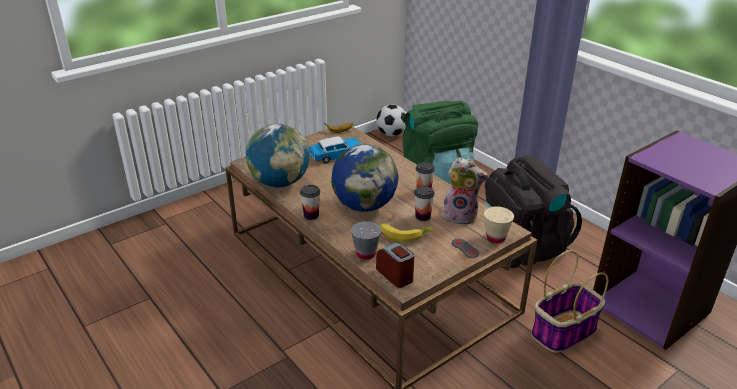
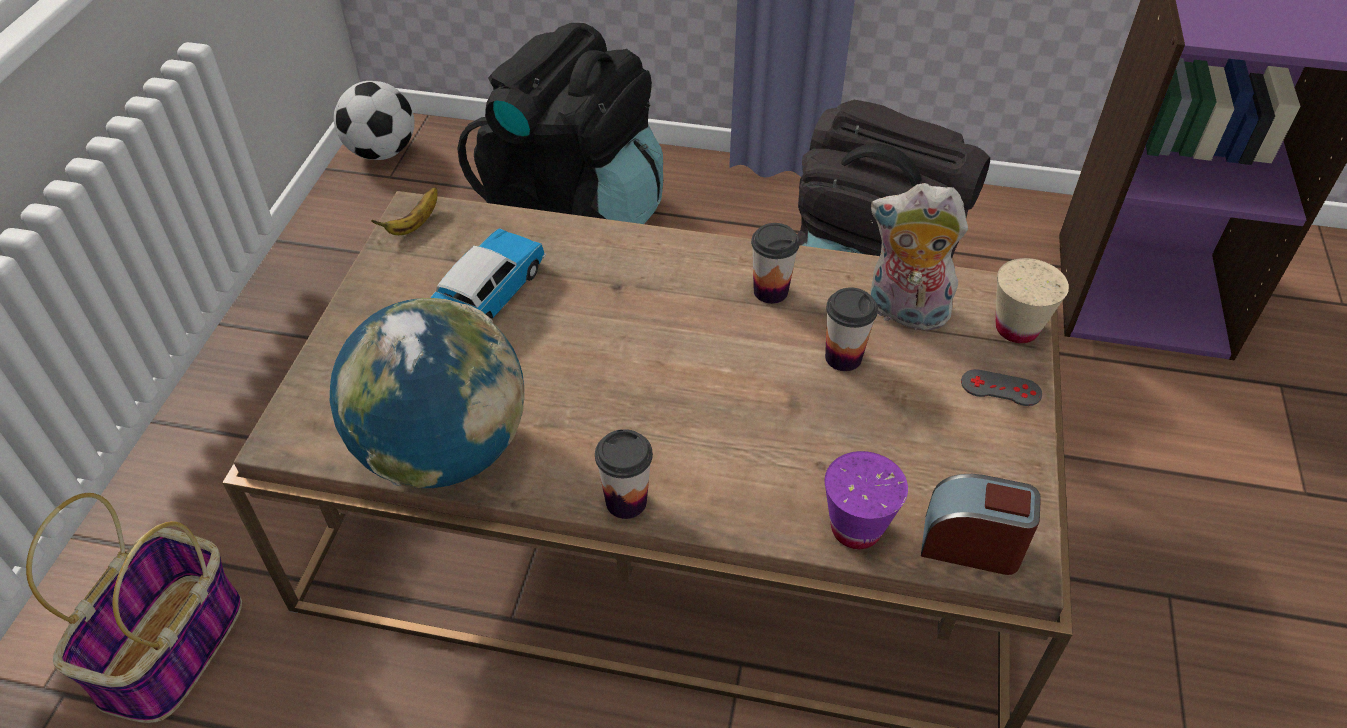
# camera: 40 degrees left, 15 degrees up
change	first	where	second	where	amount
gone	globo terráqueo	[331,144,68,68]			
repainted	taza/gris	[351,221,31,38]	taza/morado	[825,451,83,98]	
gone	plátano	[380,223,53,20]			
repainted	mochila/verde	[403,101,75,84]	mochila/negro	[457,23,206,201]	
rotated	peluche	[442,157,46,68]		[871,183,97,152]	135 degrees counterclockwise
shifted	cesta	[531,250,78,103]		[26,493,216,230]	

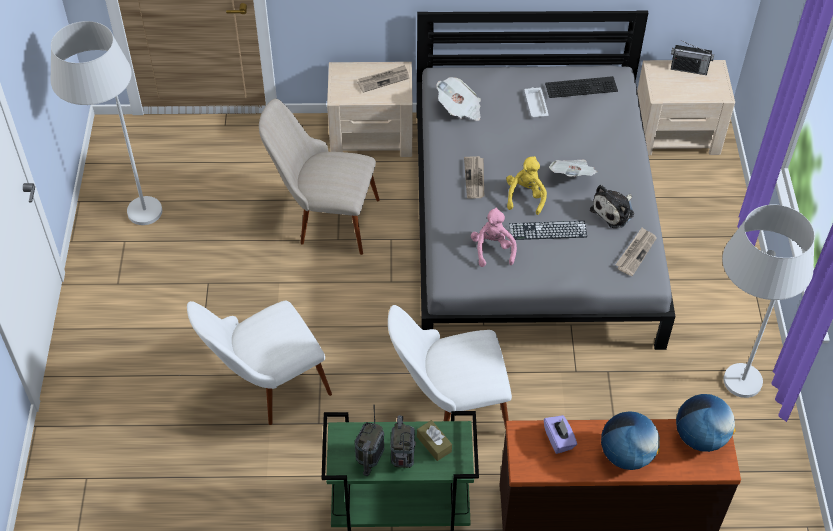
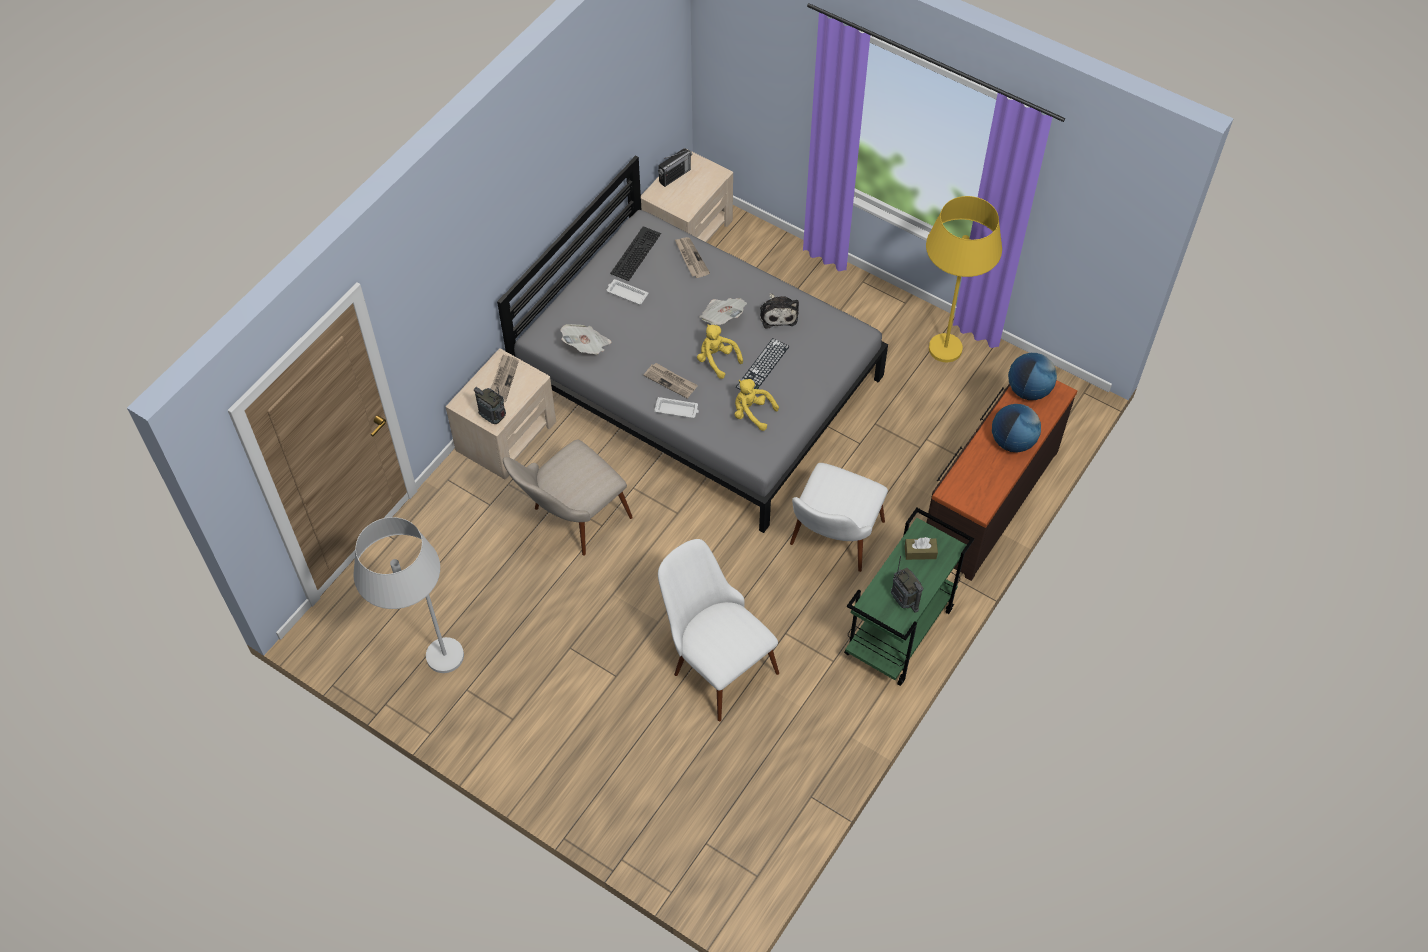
# camera: 55 degrees left, 5 degrees up
change	first	where	second	where	amount
rotated	silla/blanco	[187,301,145,124]		[658,539,121,182]	135 degrees clockwise
shifted	radio	[390,416,26,52]		[474,387,32,37]	
repainted	peluche/rosa	[471,208,46,59]	peluche/amarillo	[734,379,45,52]	
gone	caja de pañuelos/morado	[544,415,33,39]			
shifted	periódico	[615,227,42,49]		[675,237,35,41]	
repainted	lámpara de pie/blanco	[722,205,93,193]	lámpara de pie/amarillo	[926,196,76,166]	
new			bandeja/blanco	[654,397,45,21]	

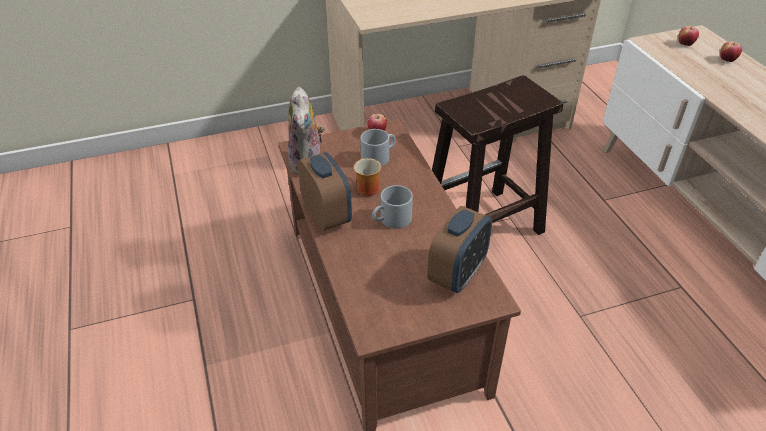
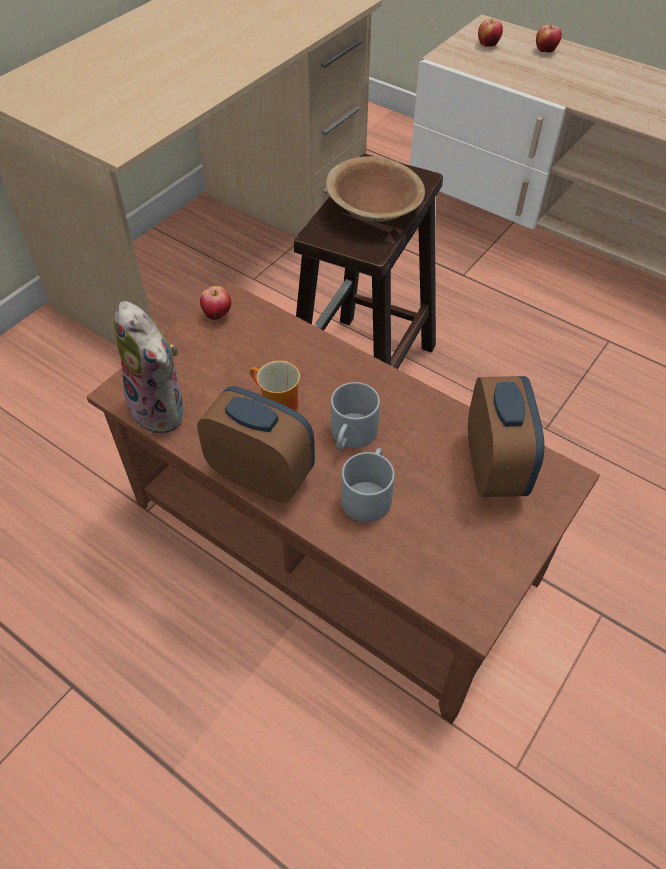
# camera: 35 degrees left, 10 degrees up
change	first	where	second	where	amount
shifted	taza grande/gris	[360,129,36,38]		[341,448,54,74]	
new			cuenco/marrón	[326,156,99,66]	

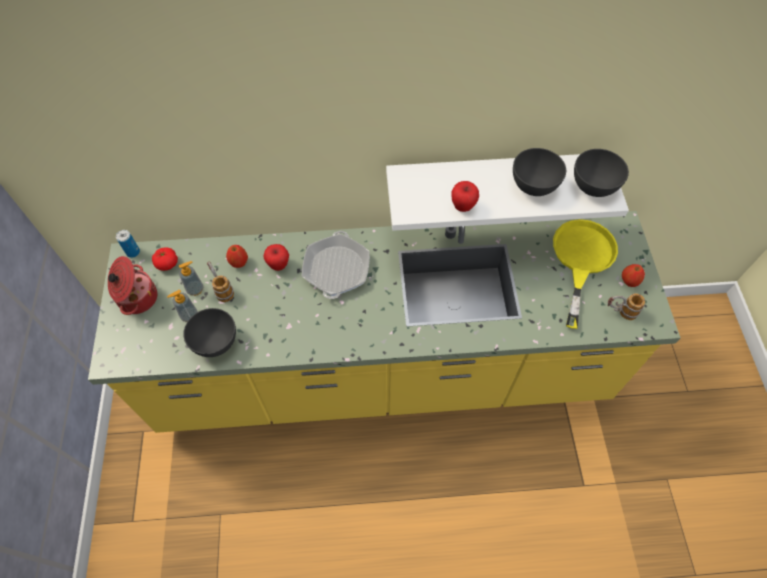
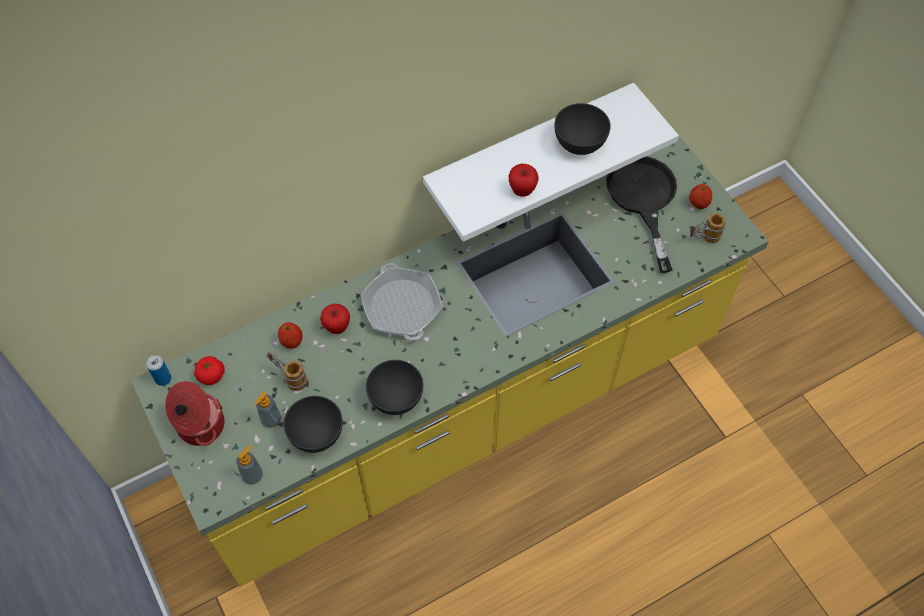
# camera: 25 degrees left, 0 degrees up
change	first	where	second	where	amount
shifted	dispensador de jabón	[179,261,24,35]		[236,445,27,40]	
repainted	sartén/amarillo	[553,219,65,110]	sartén/negro	[606,156,71,117]	
shifted	cuenco/gris	[574,149,55,48]		[366,360,57,55]	

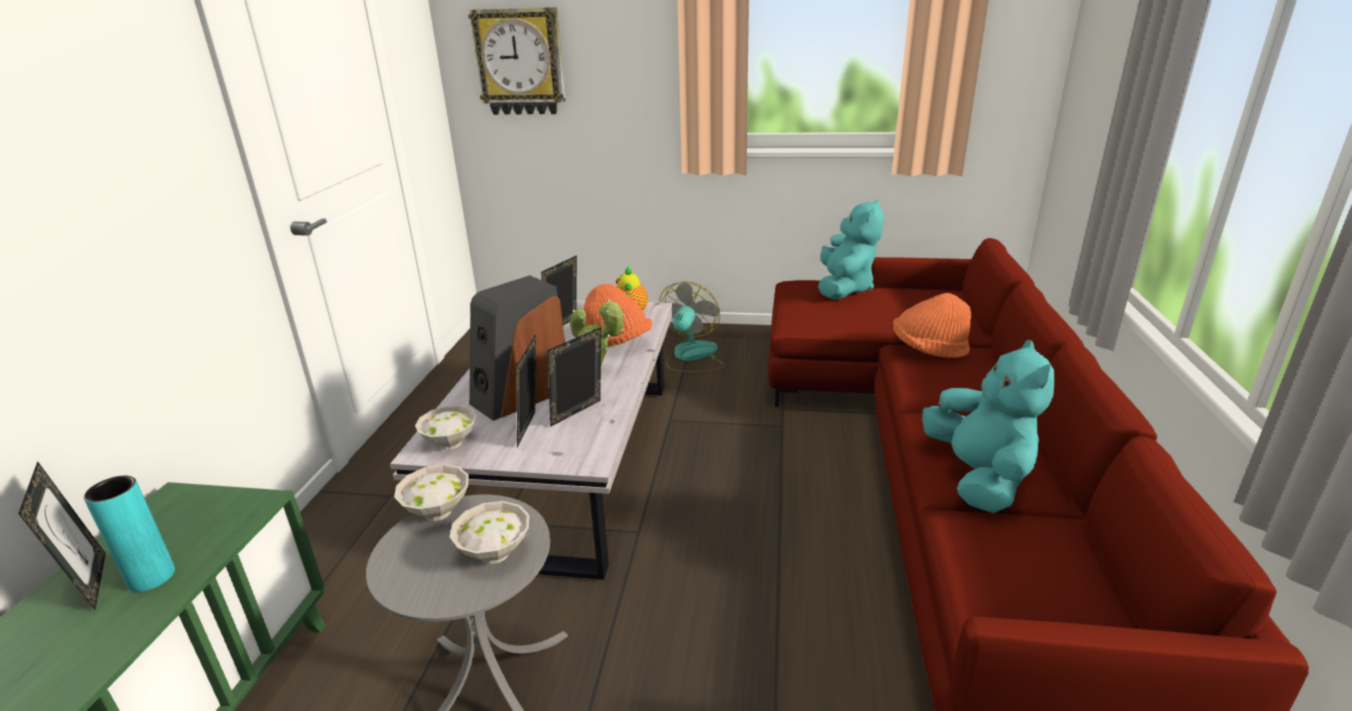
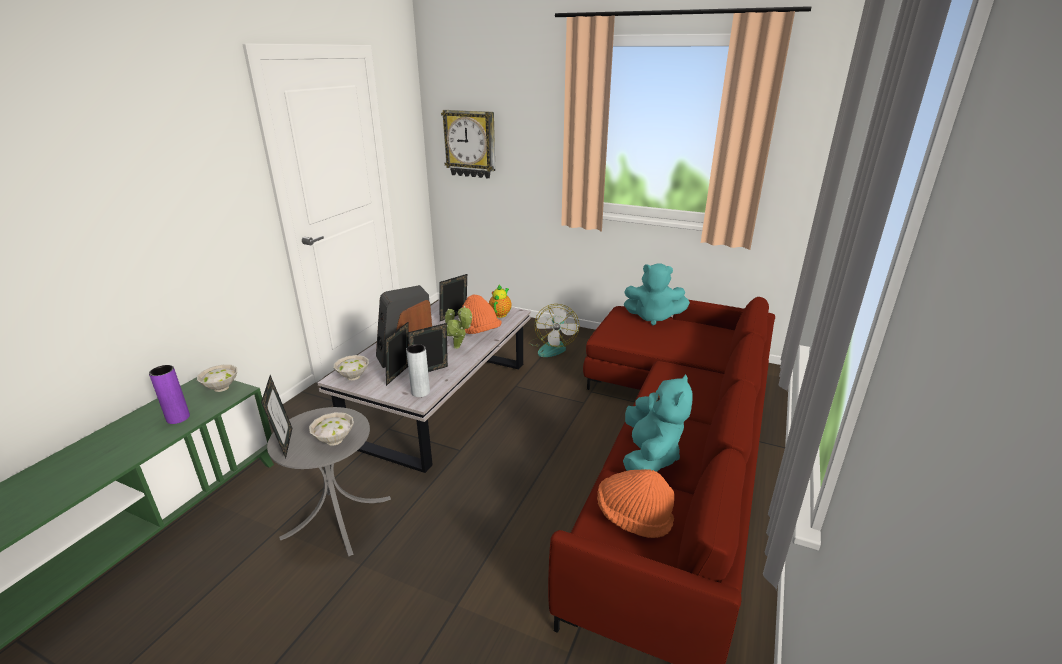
# camera: 15 degrees right, 0 degrees up
change	first	where	second	where	amount
shifted	portarretratos	[18,461,88,149]		[261,375,31,83]	
repainted	florero/turquesa	[84,476,91,116]	florero/morado	[149,365,41,59]	
shifted	cuenco/blanco	[394,464,75,57]		[197,365,40,27]	
rotated	ventilador	[659,282,65,91]		[528,304,51,53]	150 degrees clockwise
rotated	peluche/turquesa	[818,199,66,101]		[624,263,66,62]	75 degrees clockwise
shifted	sombrero/naranja	[893,293,78,65]		[597,469,77,69]	
new			florero/gris	[406,344,24,53]	

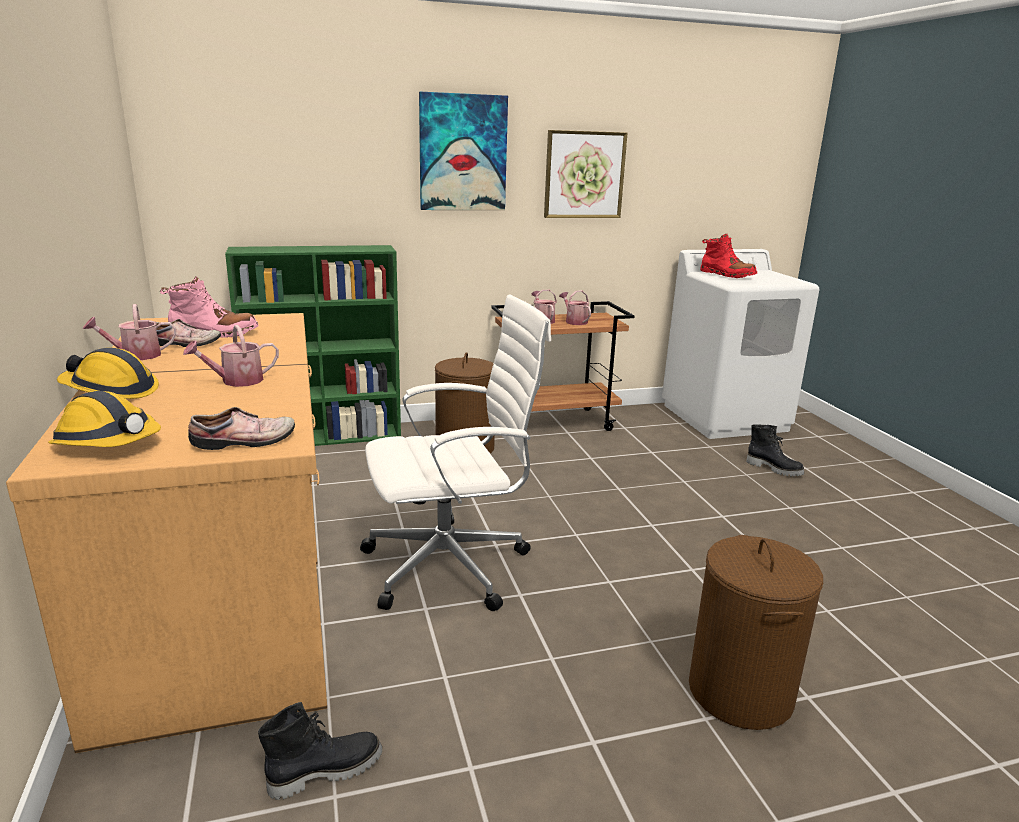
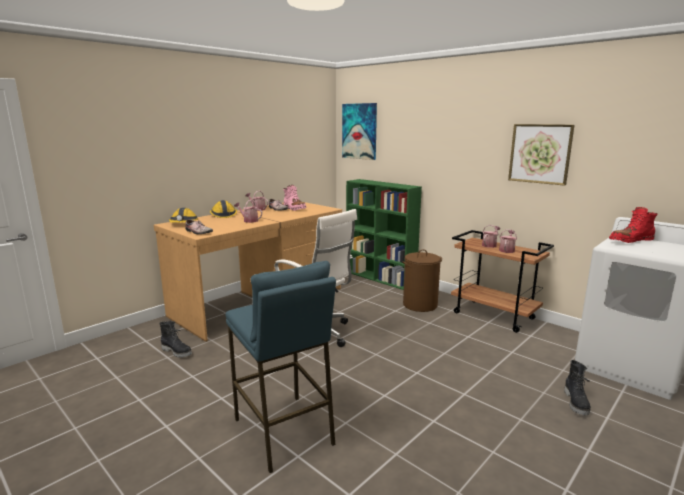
# camera: 60 degrees right, 5 degrees down
change	first	where	second	where	amount
shifted	cuadro	[419,92,89,118]		[342,103,35,57]	
swapped	cesto de la ropa/marrón	[689,535,134,195]	taburete/azul	[225,261,111,212]	
rotated	bota/rojo	[700,234,57,44]		[609,207,49,36]	60 degrees clockwise

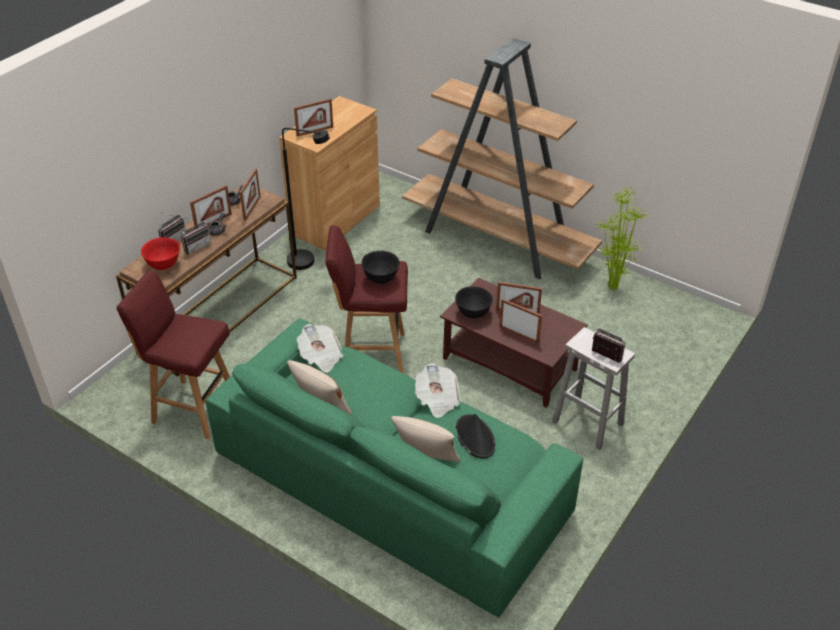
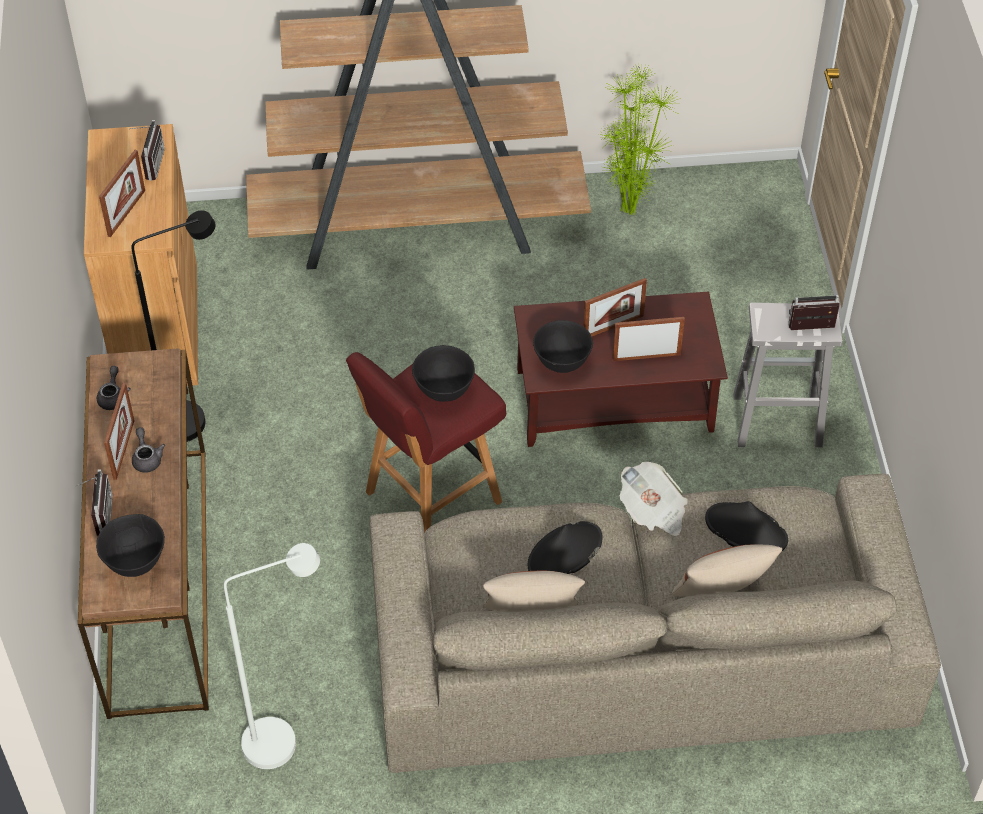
# camera: 40 degrees left, 10 degrees up
change	first	where	second	where	amount
swapped	taburete/rojo	[116,271,114,168]	lámpara de pie/blanco	[224,543,96,226]	
repainted	cuenco/rojo	[141,237,39,33]	cuenco/negro	[96,514,69,63]	
shifted	radio	[181,218,30,37]		[129,120,36,61]	
repainted	sofá/verde	[205,319,378,298]	sofá/beis	[369,474,572,299]	
gone	portarretratos	[240,169,21,52]			
gone	periódico	[297,324,47,48]			
new			sombrero/negro	[528,521,75,53]	

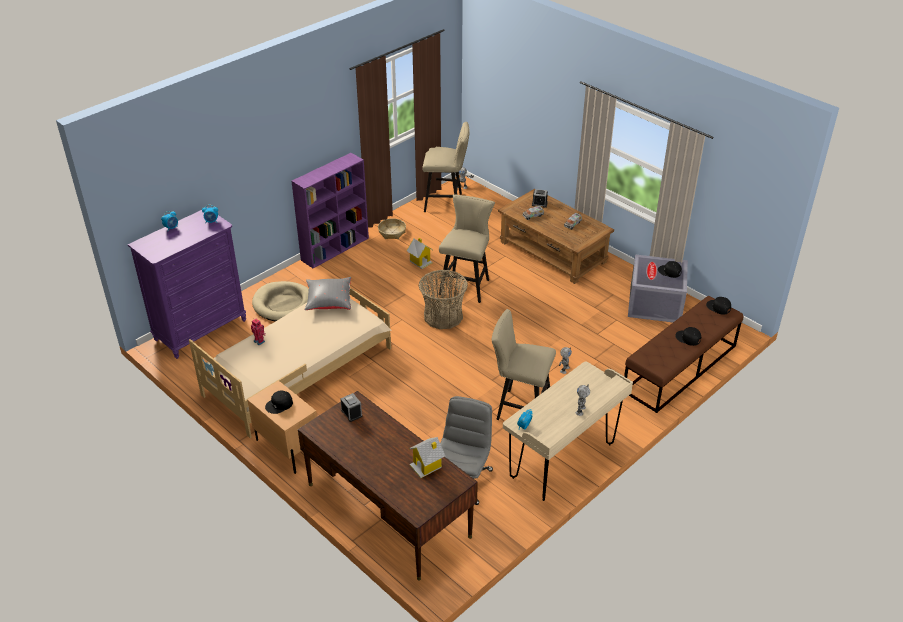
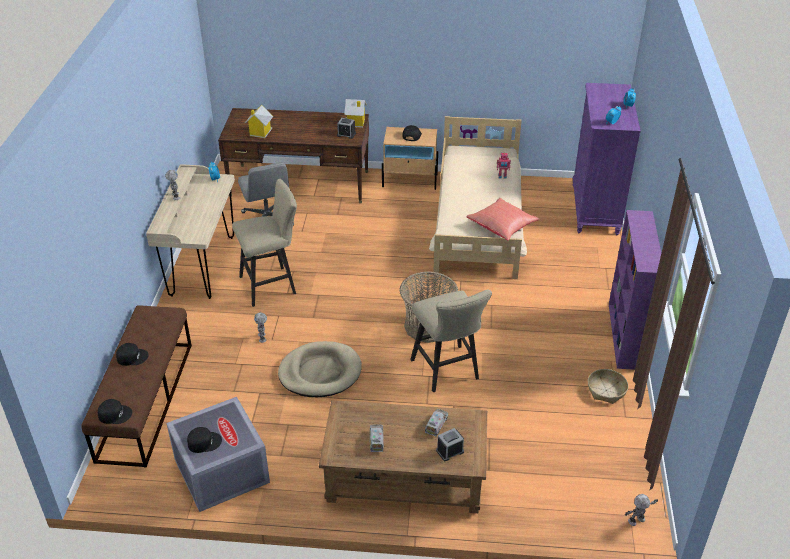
# camera: 140 degrees right, 0 degrees up
change	first	where	second	where	amount
shifted	cama para perro/beis	[252,281,57,41]		[278,341,84,56]	
repainted	cojín/gris	[304,277,47,33]	cojín/rojo	[466,198,74,42]	
shifted	casita	[406,238,27,31]		[344,99,23,29]	
gone	taburete/beis	[422,122,48,90]			

